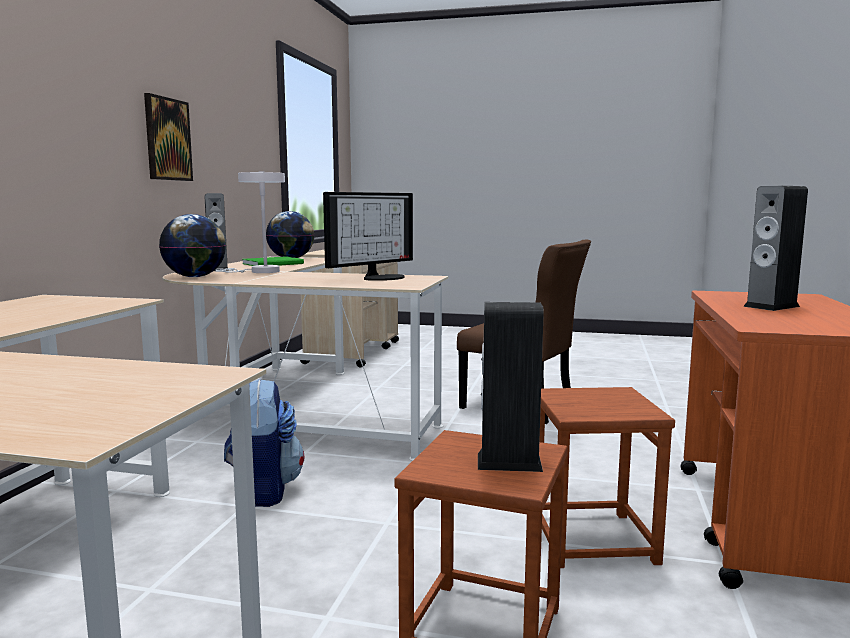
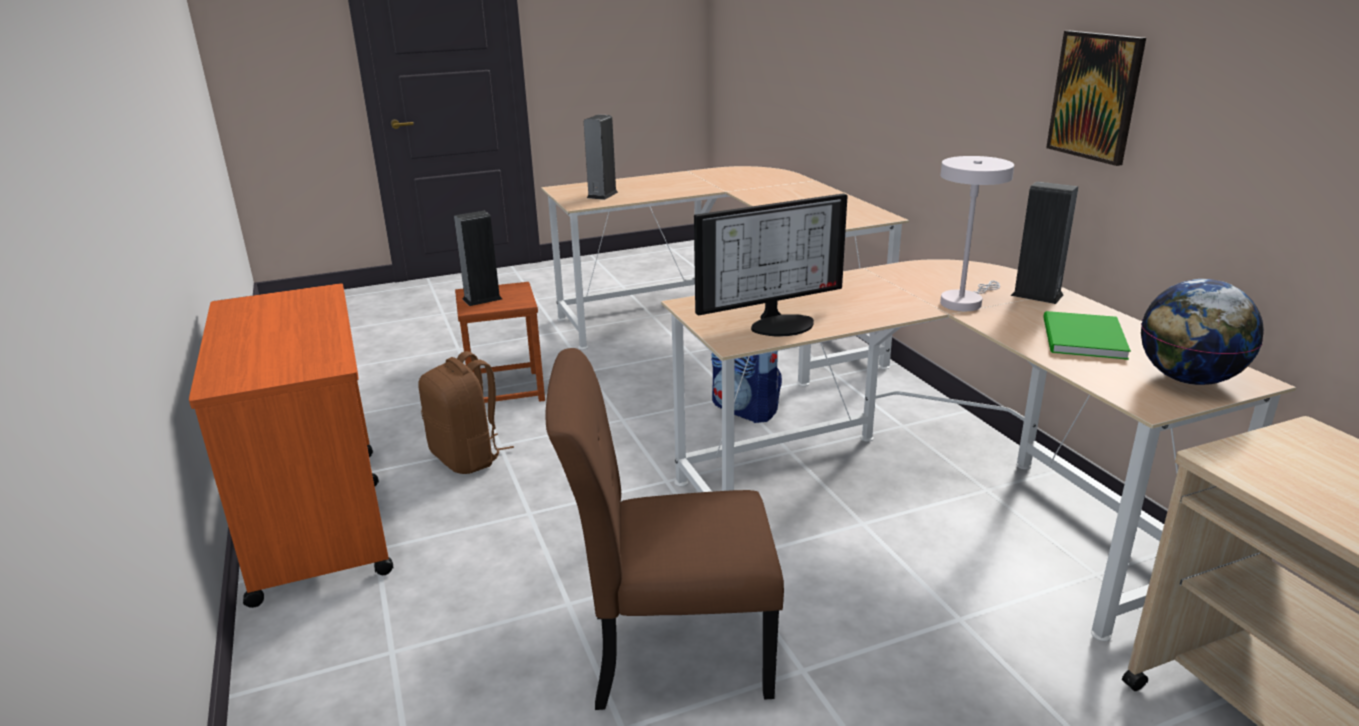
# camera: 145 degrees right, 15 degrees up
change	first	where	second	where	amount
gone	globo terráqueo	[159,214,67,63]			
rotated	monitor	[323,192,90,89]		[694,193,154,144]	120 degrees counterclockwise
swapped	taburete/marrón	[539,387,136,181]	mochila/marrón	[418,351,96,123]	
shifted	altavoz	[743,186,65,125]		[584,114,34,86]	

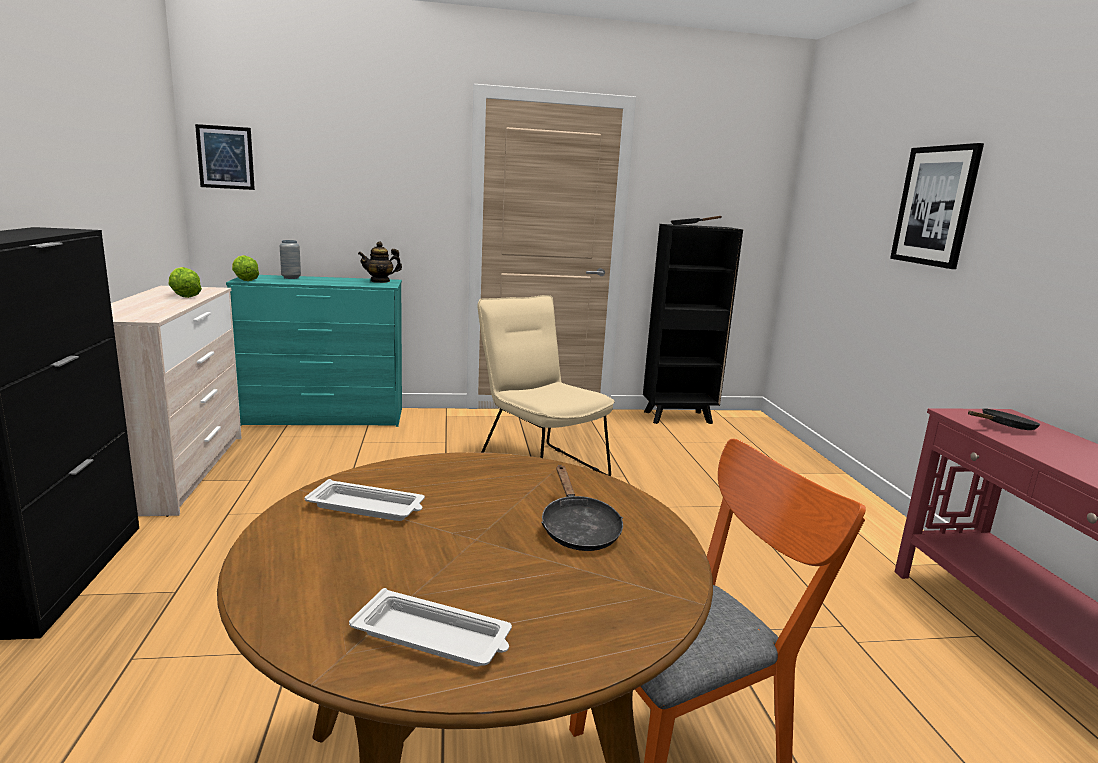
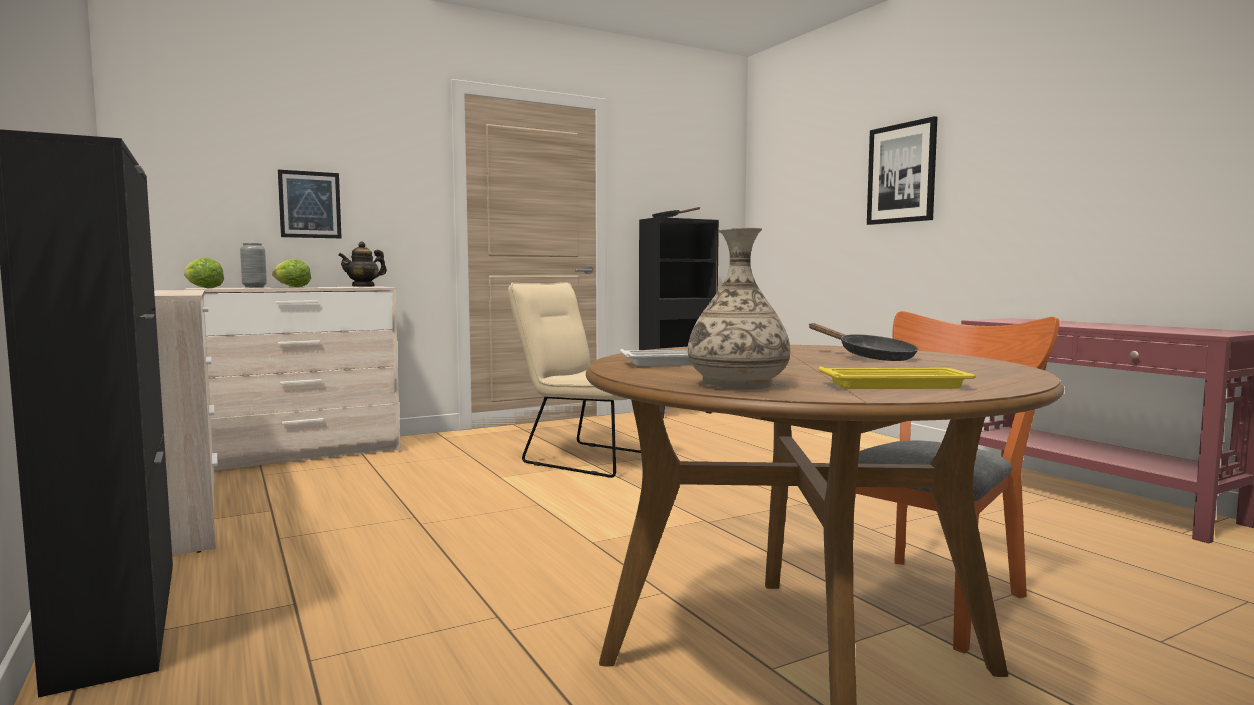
# camera: 20 degrees left, 10 degrees down
change	first	where	second	where	amount
shifted	lechuga	[169,267,33,31]		[272,259,39,28]	
shifted	cuadro	[195,124,60,66]		[278,170,64,68]	
repainted	cómoda/turquesa	[226,275,176,152]	cómoda/beis	[184,287,217,183]	
repainted	bandeja/blanco	[349,588,163,79]	bandeja/amarillo	[819,366,157,23]	
gone	sartén/negro	[968,408,72,22]			
new			florero	[688,228,102,161]	

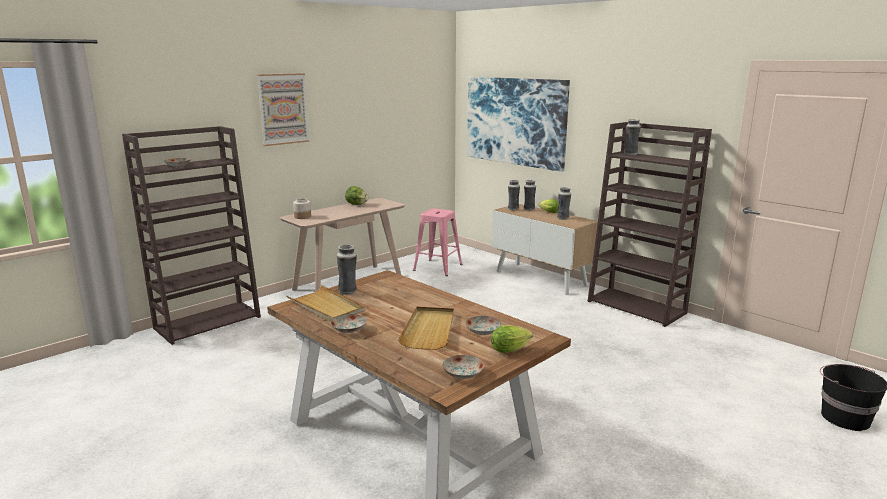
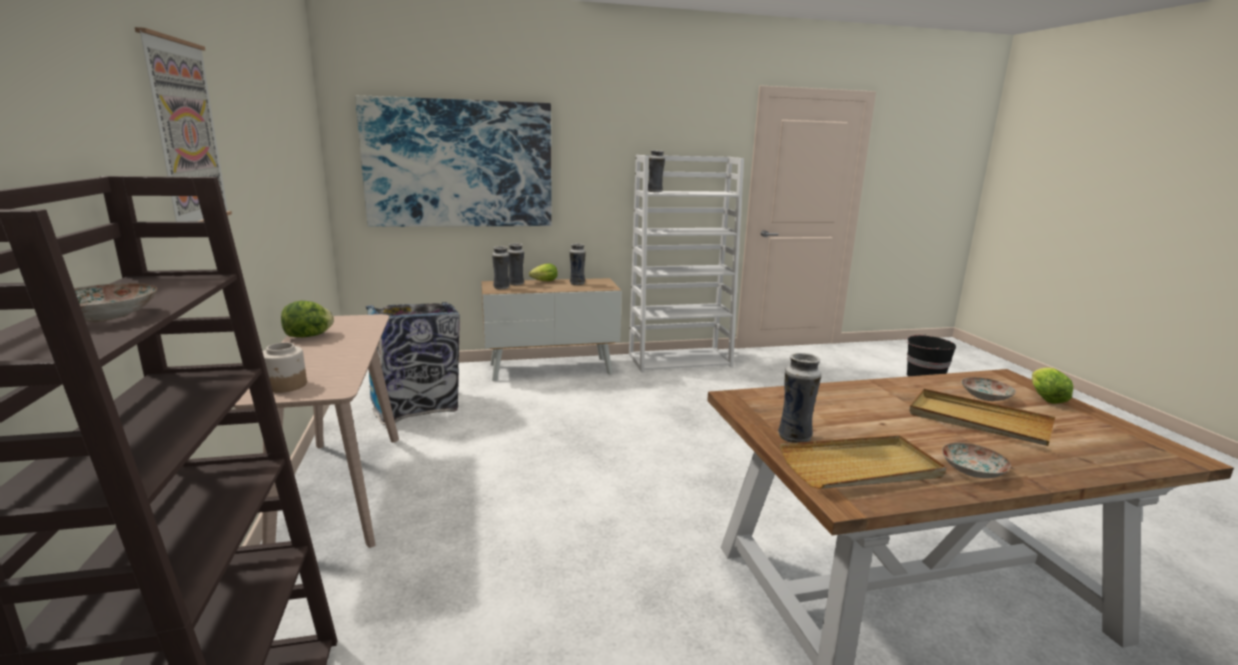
# camera: 60 degrees left, 0 degrees up
change	first	where	second	where	amount
swapped	taburete/rosa	[413,208,50,68]	papelera	[366,302,94,123]	
gone	plato	[442,355,42,24]			
repainted	estantería/marrón	[588,122,124,205]	estantería/blanco	[629,155,115,218]	

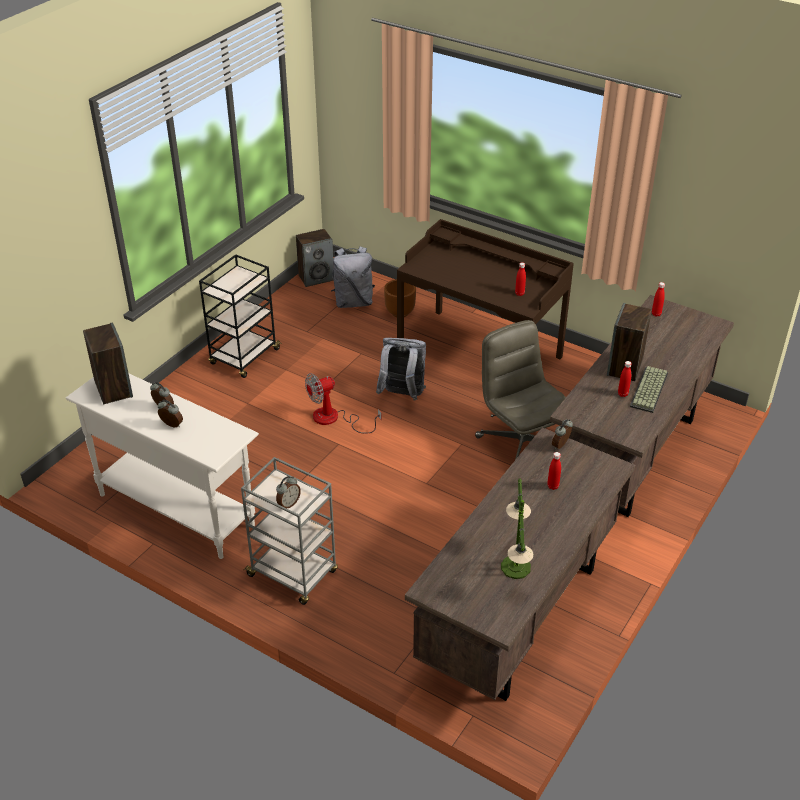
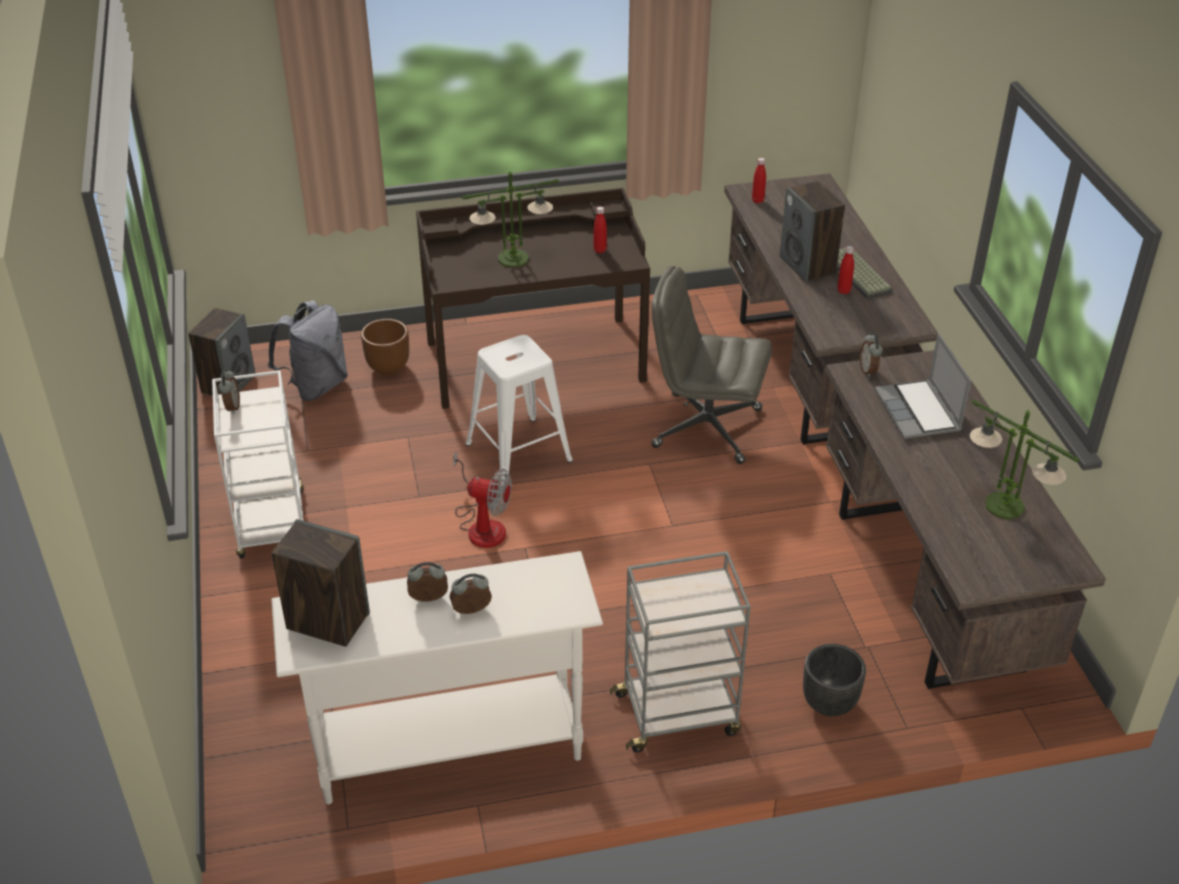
# camera: 45 degrees left, 0 degrees up
change	first	where	second	where	amount
repainted	carrito/negro	[199,254,83,124]	carrito/blanco	[212,370,92,188]	
shifted	despertador	[276,476,25,32]		[218,370,22,44]	
rotated	ventilador	[305,373,77,61]		[453,451,59,97]	90 degrees counterclockwise
swapped	mochila/gris	[376,338,50,62]	taburete/blanco	[465,335,108,150]	
swapped	botella/rojo	[547,452,14,38]	portátil	[875,333,96,106]	
new			lámpara de mesa	[461,172,98,96]	
new			maceta/negro	[803,644,63,72]	

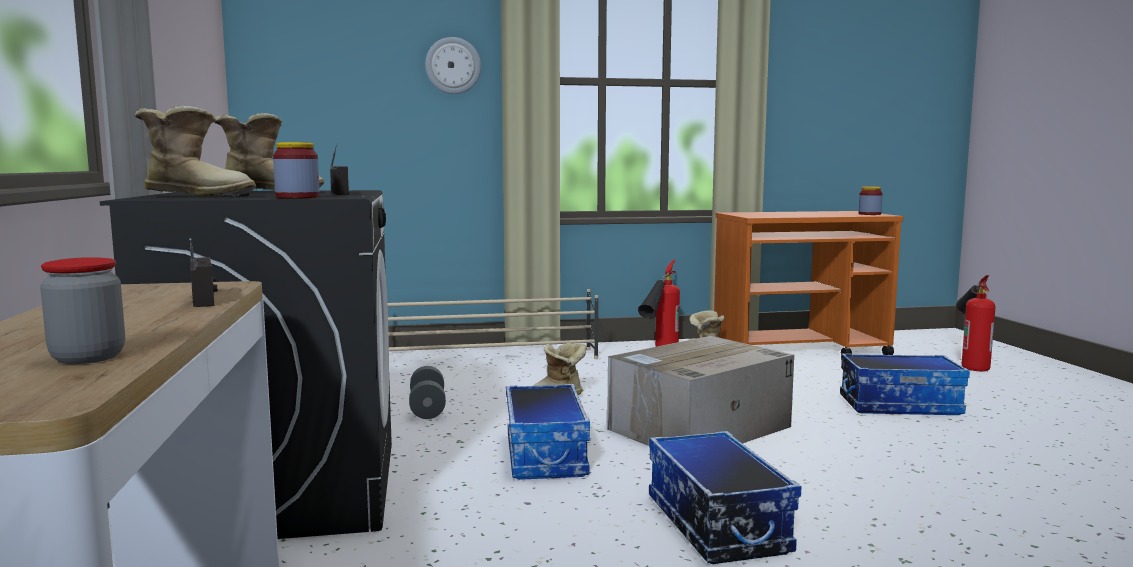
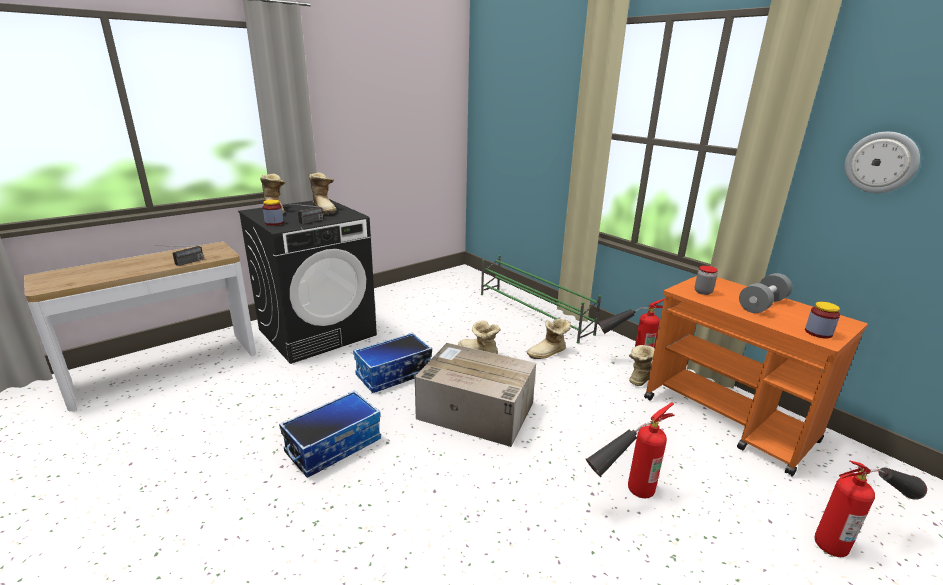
# camera: 60 degrees right, 15 degrees up
change	first	where	second	where	amount
shifted	tarro	[40,257,85,107]		[695,266,23,29]	
repainted	zapatero/beis	[387,289,211,70]	zapatero/verde	[481,255,120,89]	
shifted	mancuerna/gris	[409,366,37,53]		[739,273,53,40]	
shifted	reloj de pared	[425,37,56,57]		[844,132,76,61]	
swapped	caja de almacenaje	[840,353,130,62]	extintor	[586,402,89,96]	
new			bota	[527,318,44,41]	

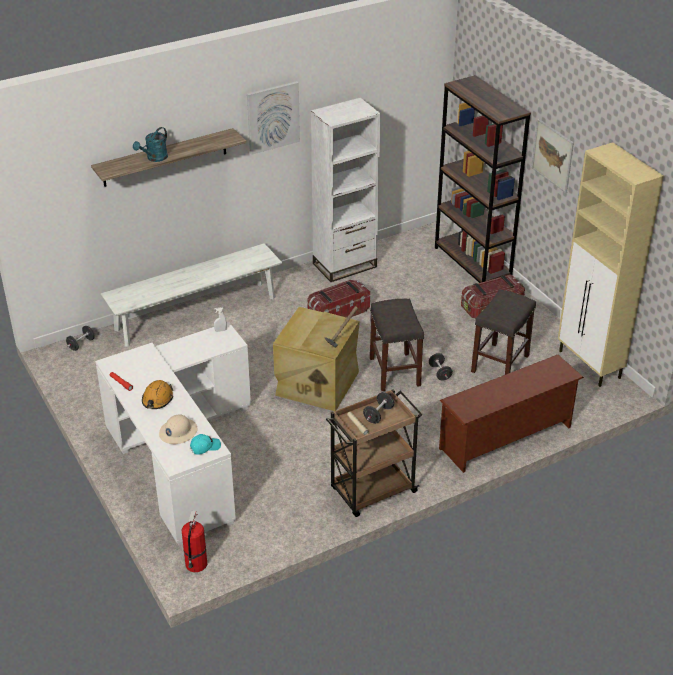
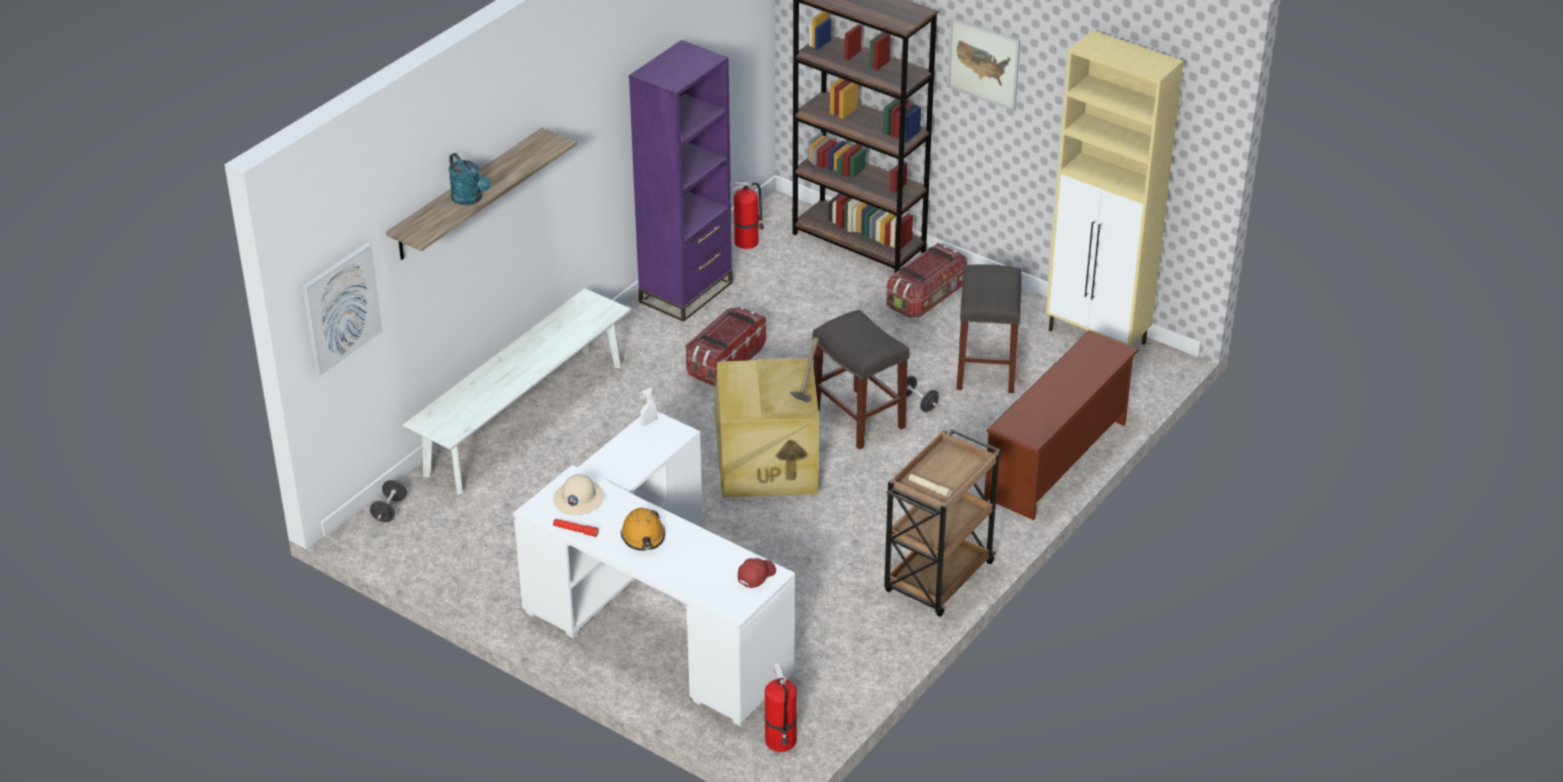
# camera: 25 degrees left, 0 degrees up
change	first	where	second	where	amount
rotated	regadera/turquesa	[133,127,35,35]		[449,153,42,52]	45 degrees counterclockwise
shifted	casco/beis	[159,414,39,30]		[553,474,51,41]	
repainted	gorra/turquesa	[190,434,31,21]	gorra/rojo	[738,558,38,30]	
shifted	cuadro	[247,81,53,74]		[302,242,81,134]	
repainted	estantería/blanco	[311,97,70,185]	estantería/morado	[629,40,104,282]	
gone	mancuerna/negro	[363,392,31,32]			
new			extintor	[733,182,31,67]	

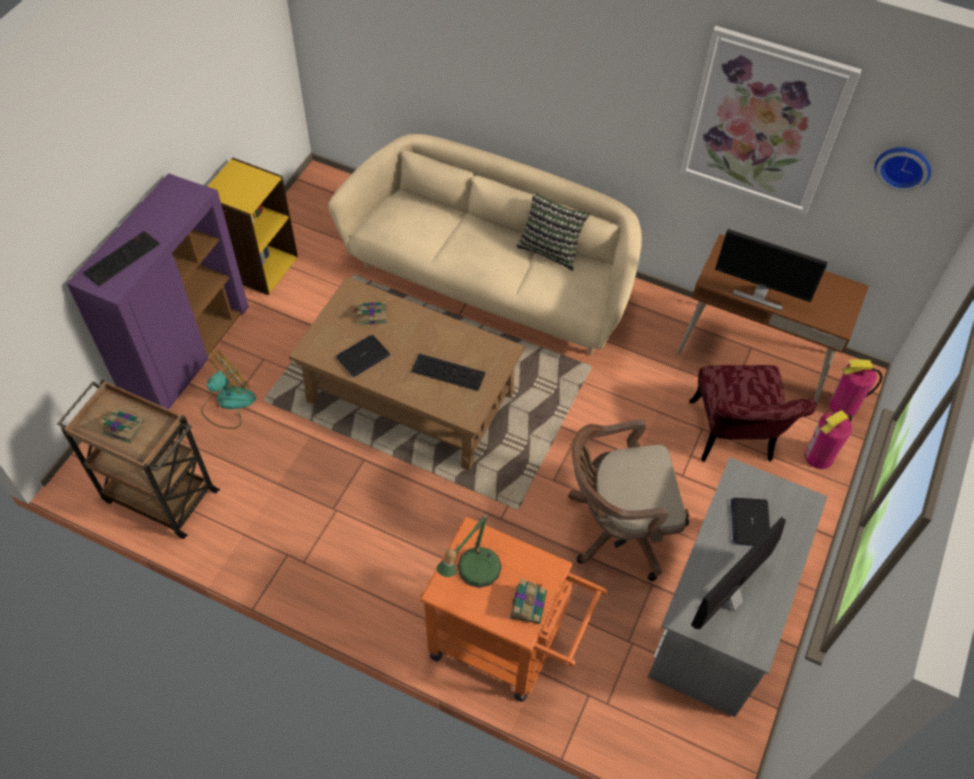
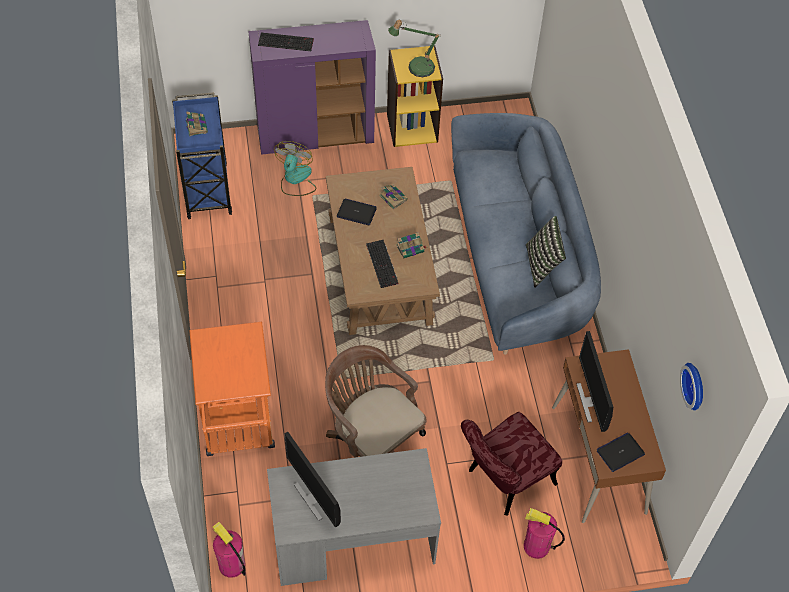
# camera: 55 degrees right, 0 degrees up
change	first	where	second	where	amount
repainted	carrito/marrón	[57,379,163,160]	carrito/azul	[172,92,60,127]	
rotated	ventilador	[201,351,55,78]		[274,141,42,55]	90 degrees counterclockwise
repainted	sofá/beis	[328,134,314,221]	sofá/azul	[451,113,150,242]	
shifted	lámpara de mesa	[436,512,66,76]		[388,19,53,58]	
shifted	libro	[510,579,37,45]		[396,232,31,26]	
gone	cuadro	[680,26,182,189]			
rotated	monitor	[691,517,95,112]		[284,432,57,96]	135 degrees counterclockwise
shifted	portátil	[731,498,39,48]		[597,433,48,39]	
shifted	extintor	[829,359,54,59]		[212,522,34,56]	

